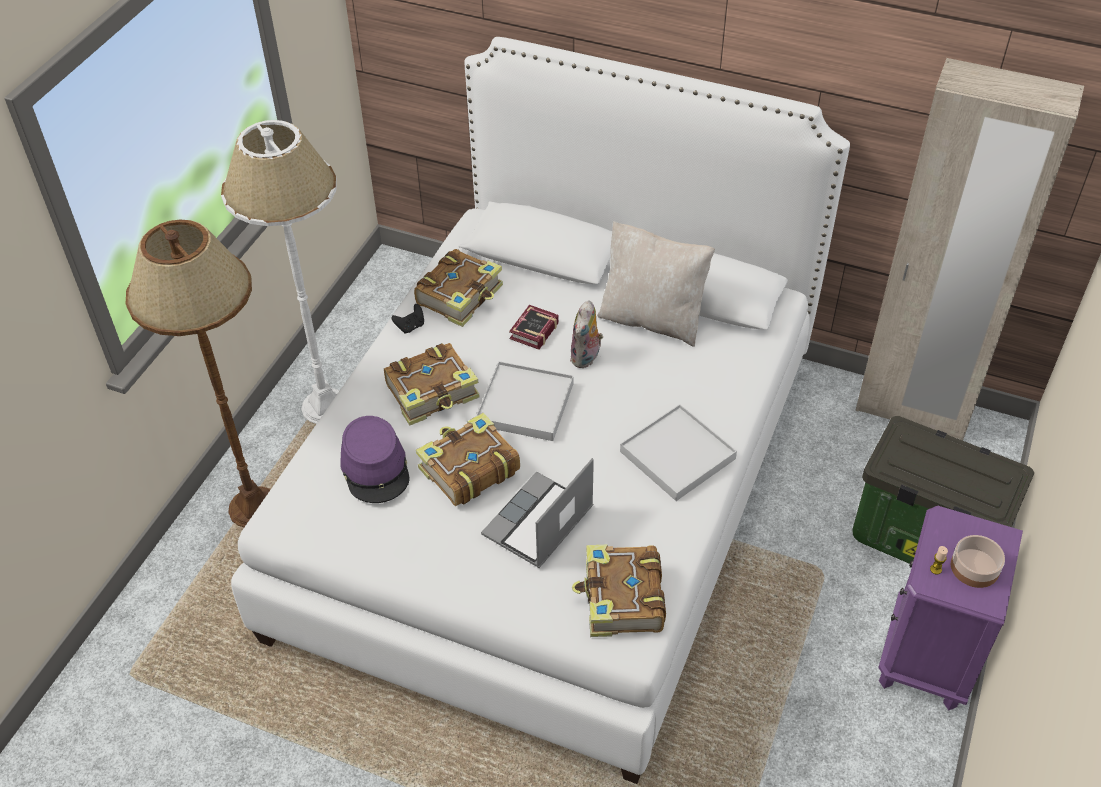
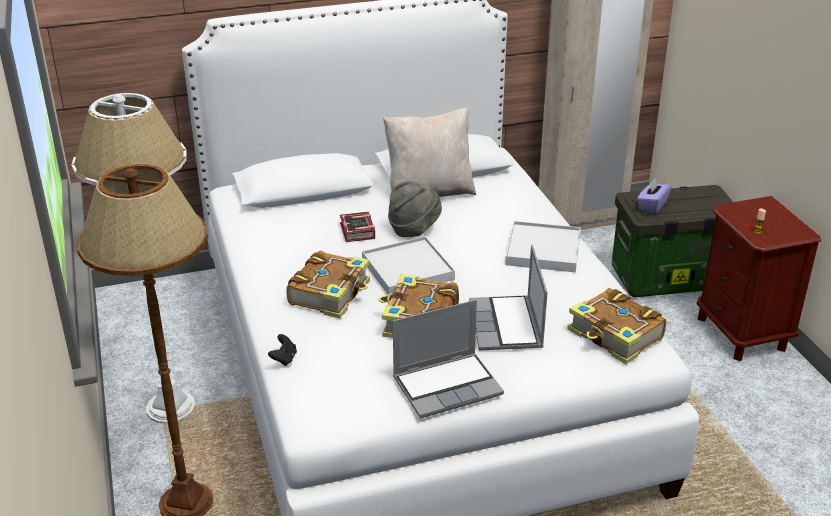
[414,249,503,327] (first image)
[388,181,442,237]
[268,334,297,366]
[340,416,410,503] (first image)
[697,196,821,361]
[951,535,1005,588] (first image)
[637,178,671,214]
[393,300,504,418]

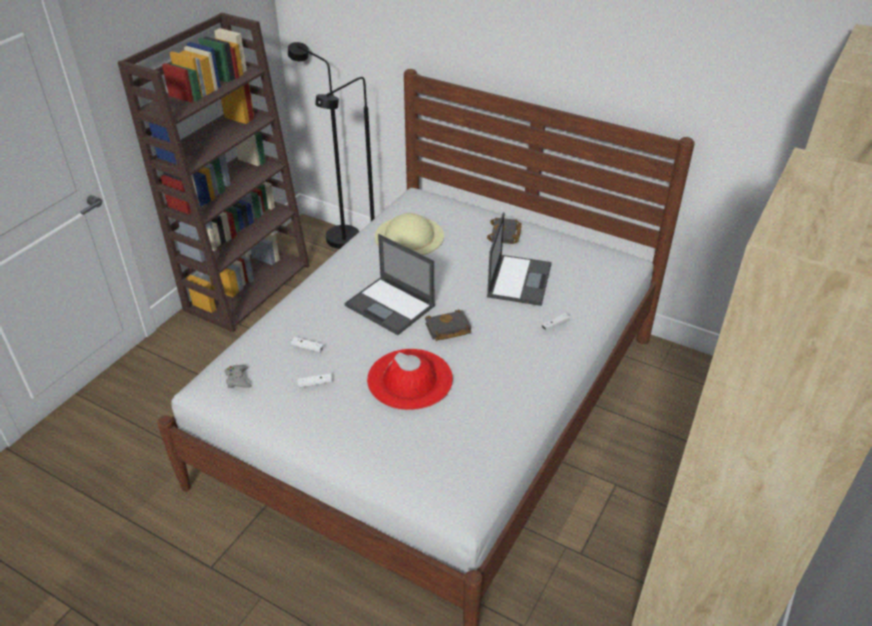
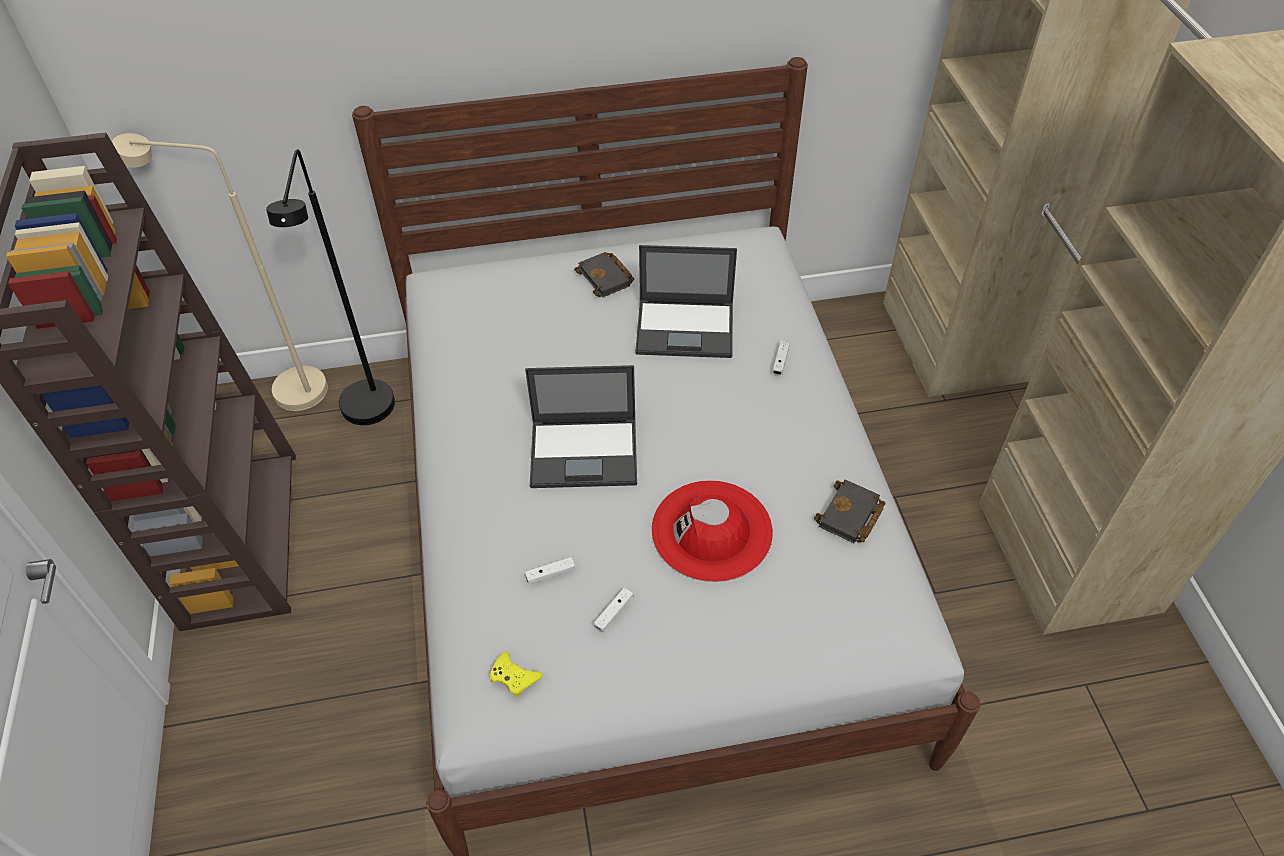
[112,133,328,411]
[635,245,737,358]
[375,213,444,255] (first image)
[814,480,886,543]
[490,652,543,698]

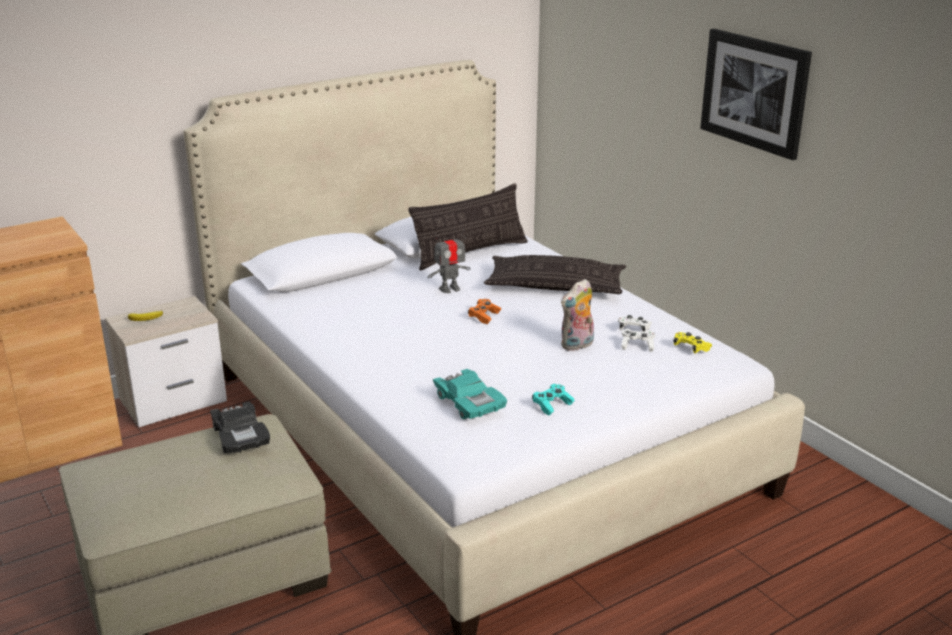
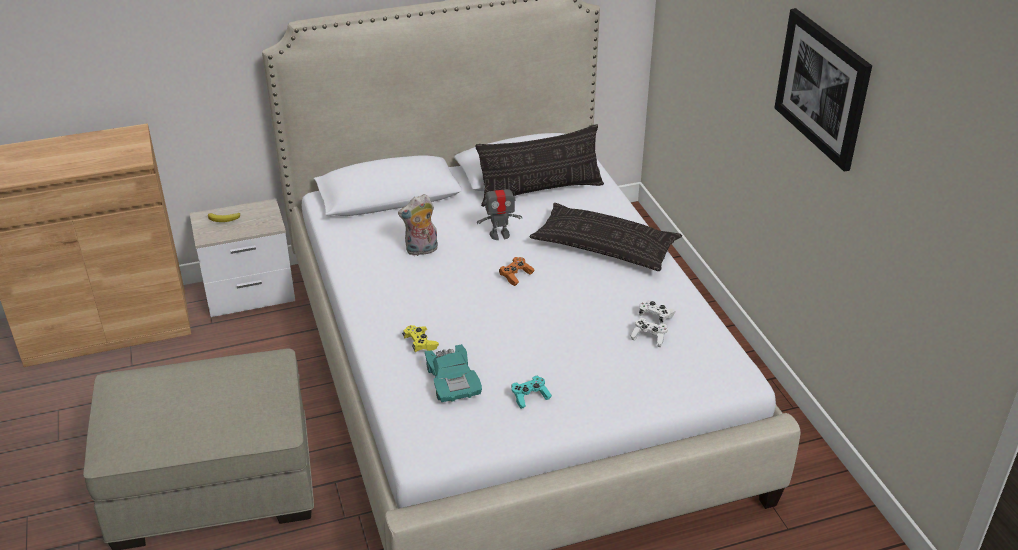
[398,194,438,256]
[402,325,439,352]
[210,402,270,454] (first image)

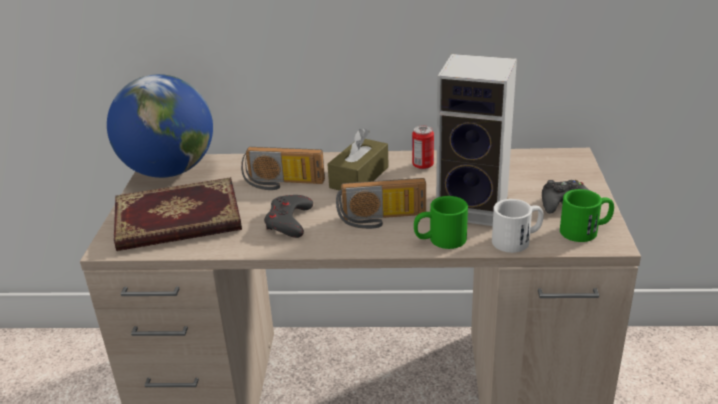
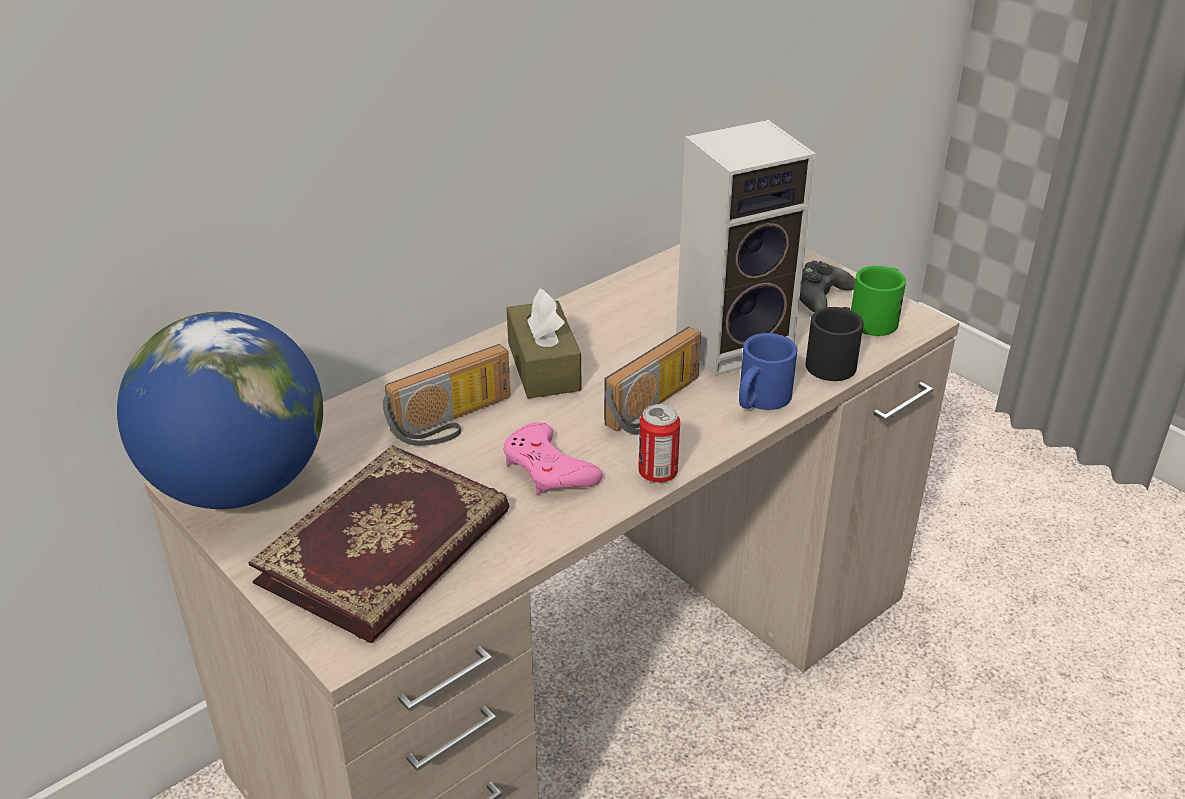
[638,404,680,482]
[503,422,602,494]
[739,333,798,410]
[805,307,864,381]

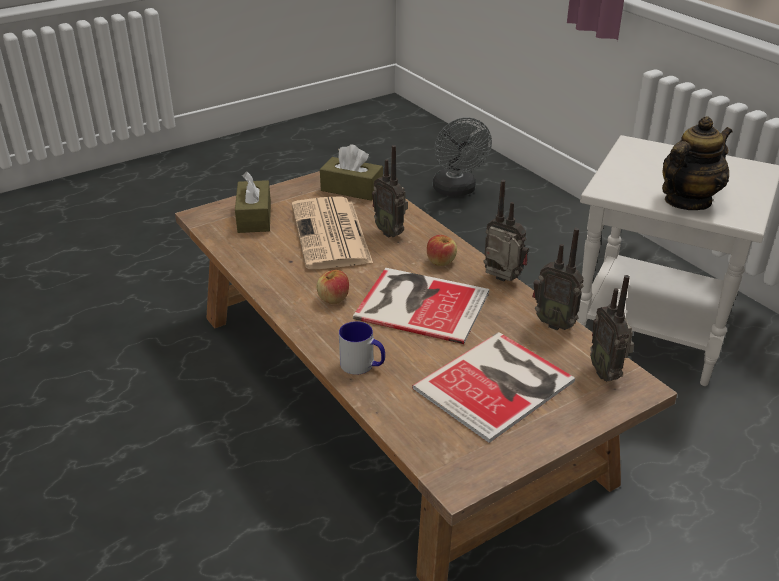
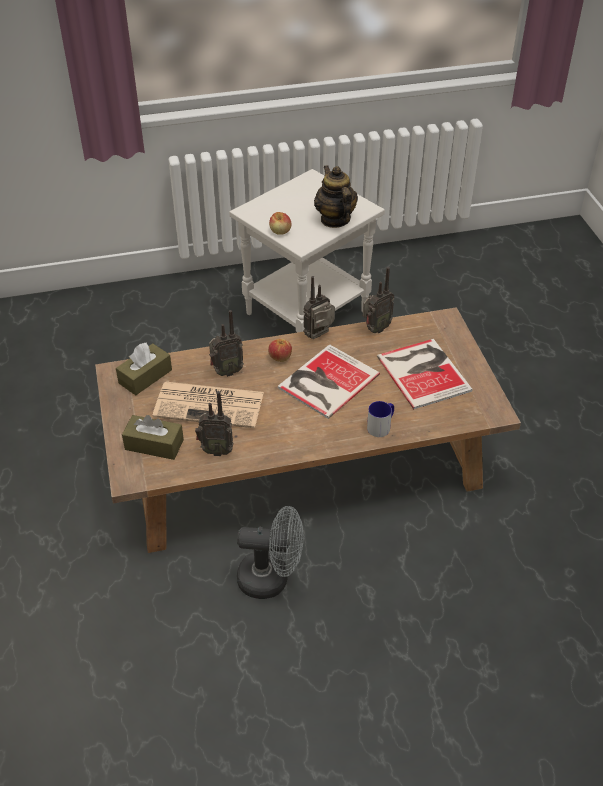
[237,506,304,599]
[269,212,292,235]
[195,391,234,456]

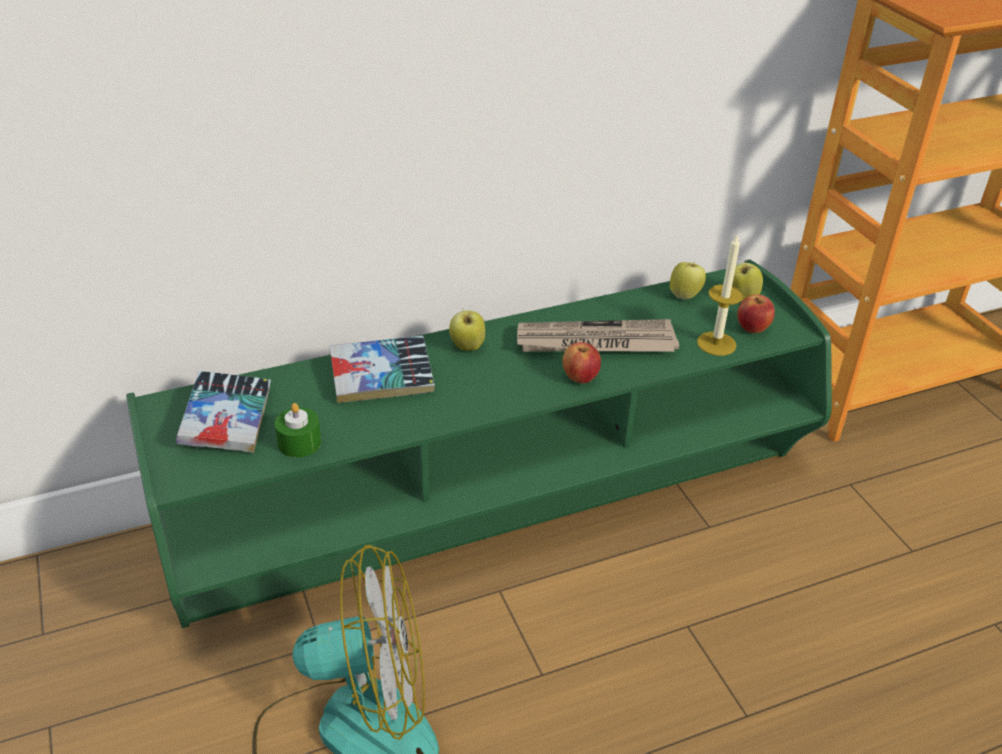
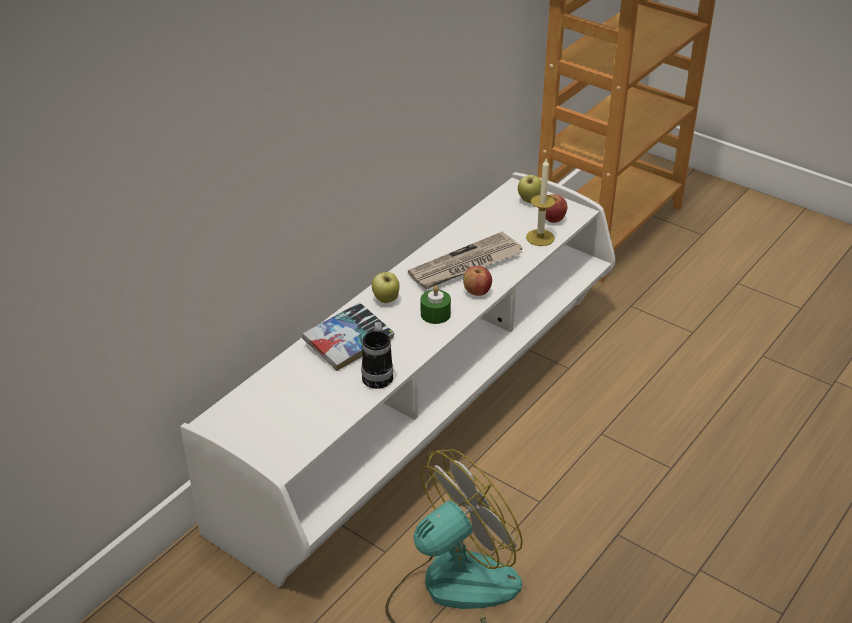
[180,172,615,588]
[670,262,706,300] (first image)
[176,371,271,453] (first image)
[421,285,451,324]
[361,321,393,389]

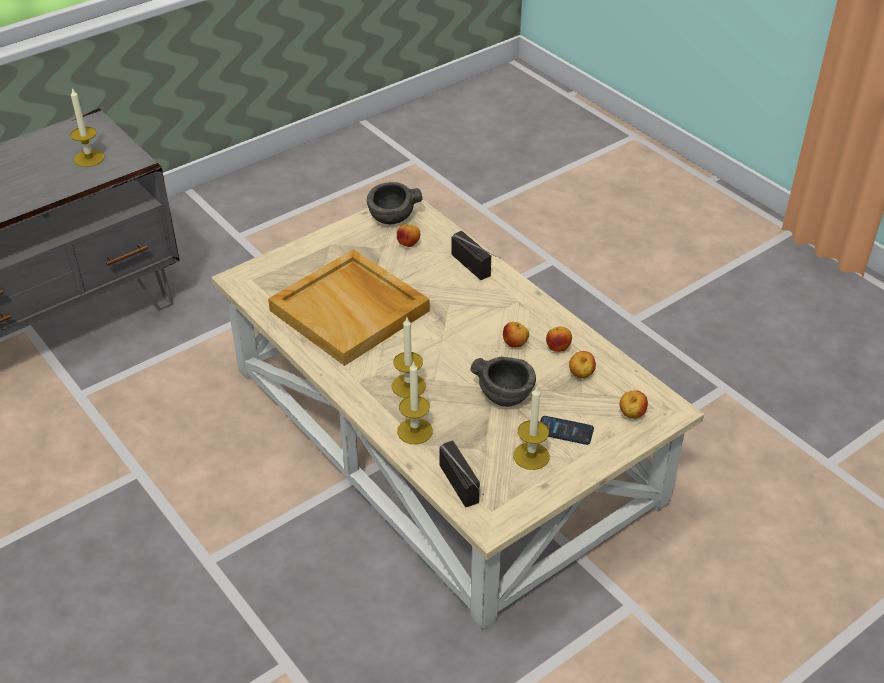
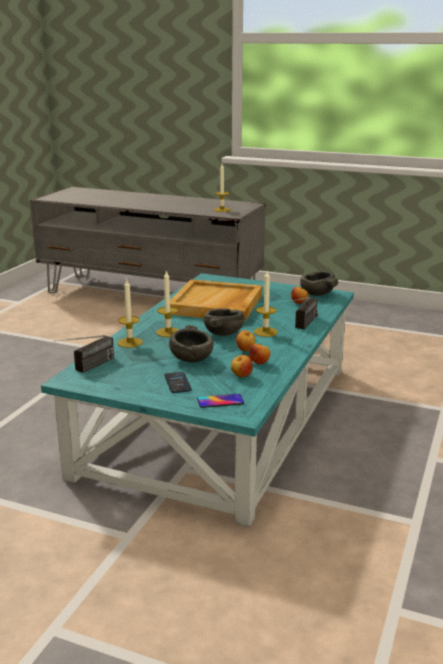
[41,273,354,527]
[254,270,278,337]
[197,394,244,408]
[204,308,245,336]

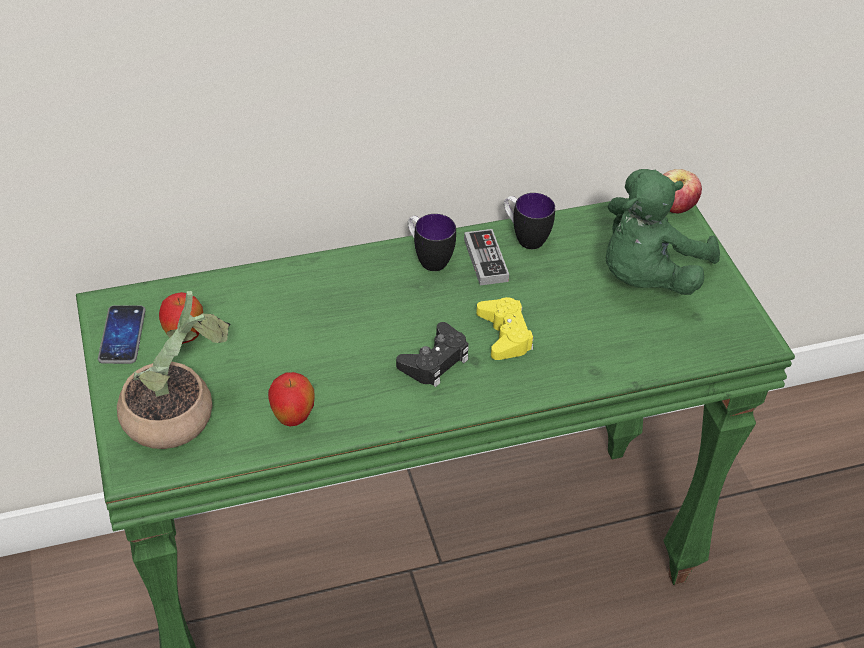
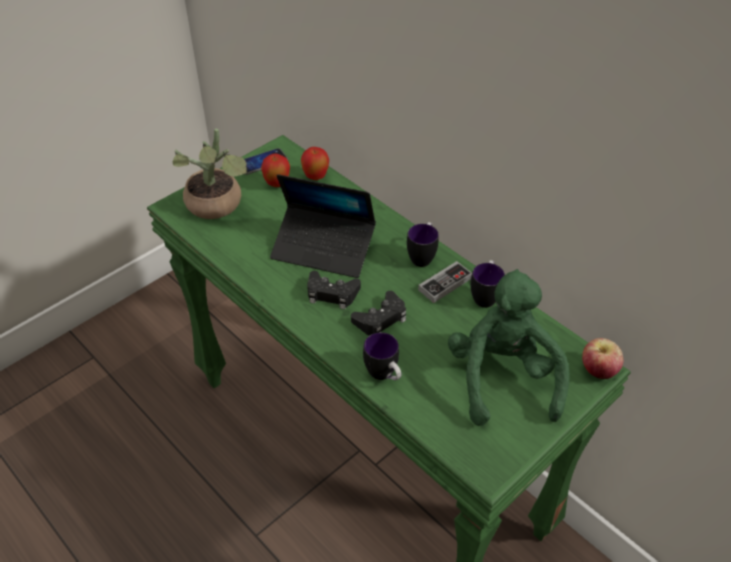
[448,269,570,426]
[351,291,406,336]
[301,147,329,180]
[270,174,376,278]
[363,332,402,380]

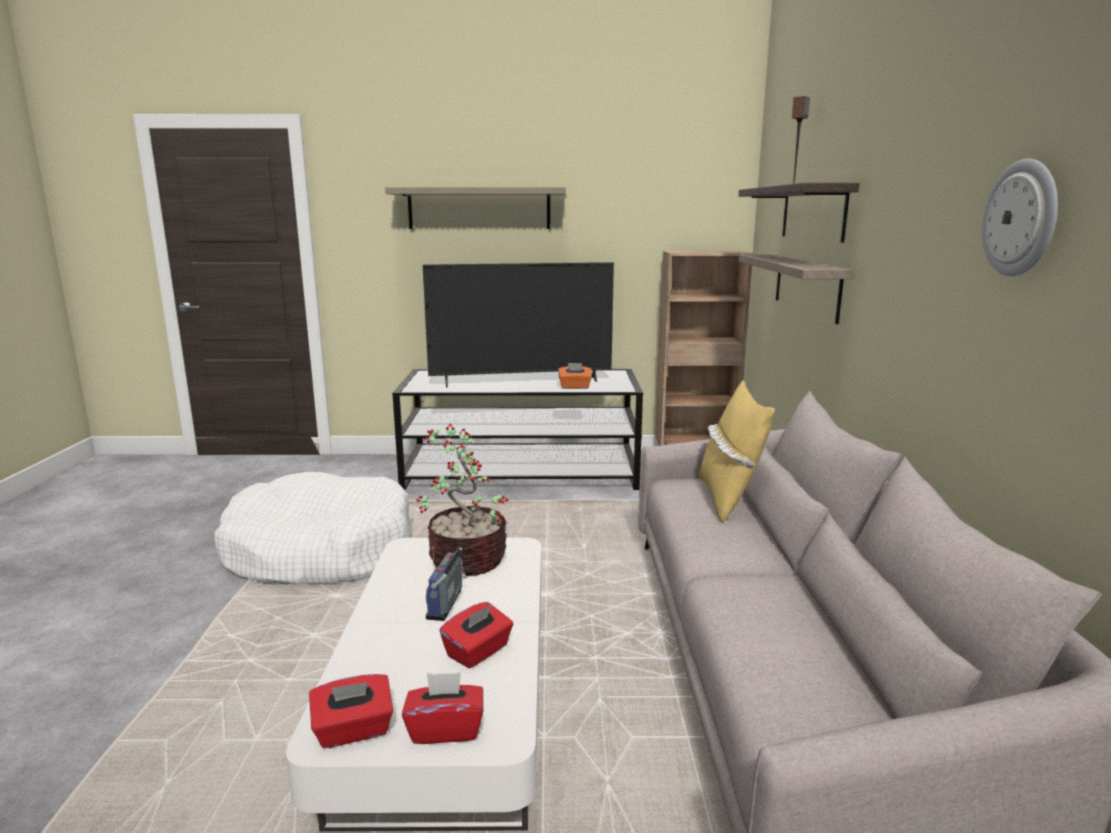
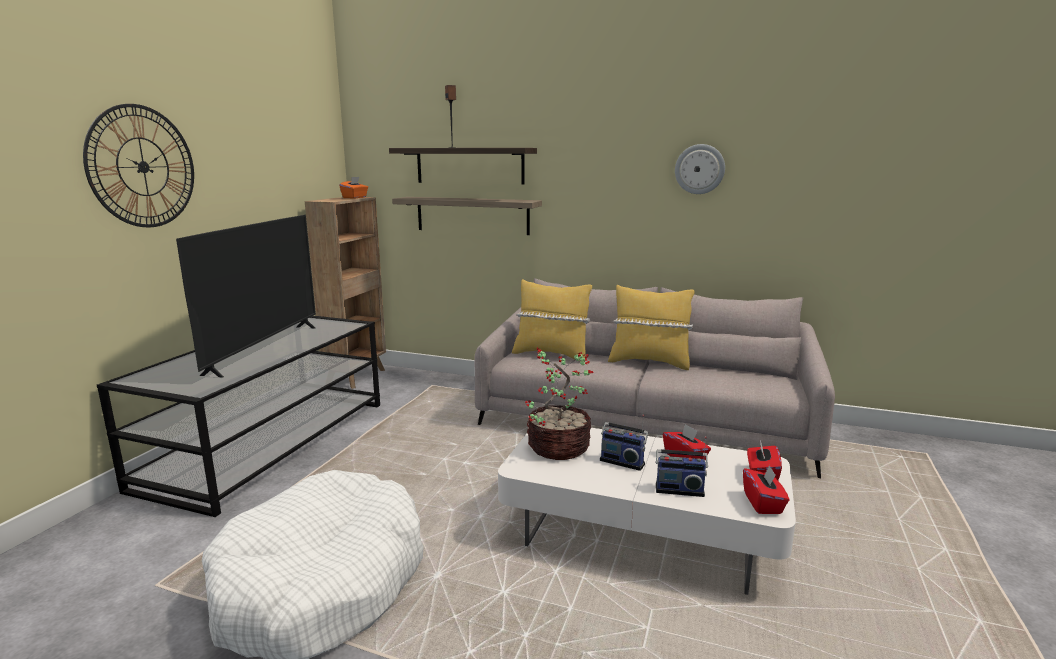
[83,104,194,227]
[339,177,368,199]
[608,285,695,370]
[656,436,708,497]

